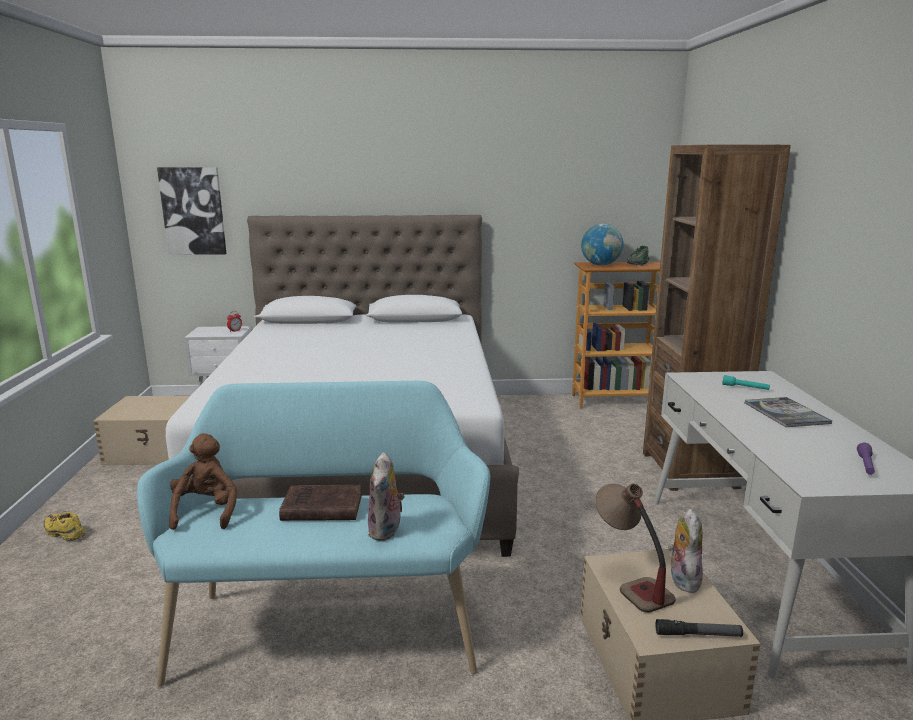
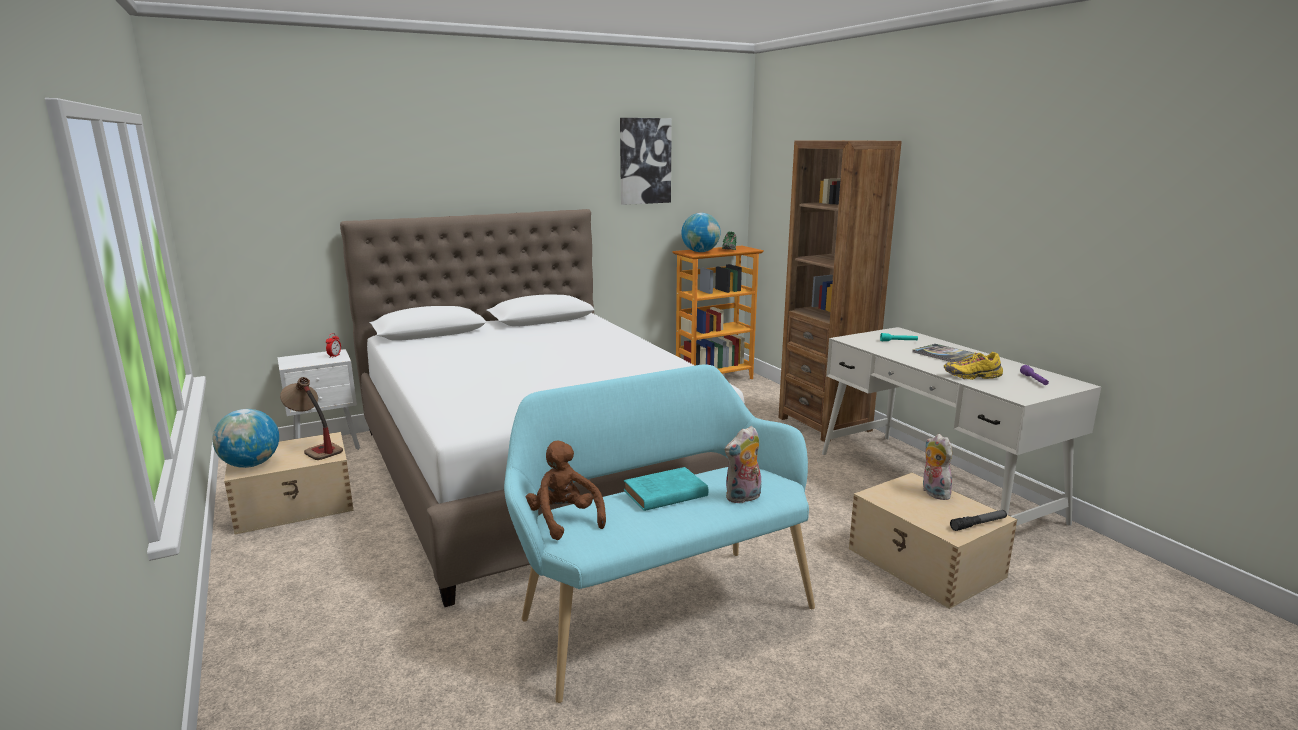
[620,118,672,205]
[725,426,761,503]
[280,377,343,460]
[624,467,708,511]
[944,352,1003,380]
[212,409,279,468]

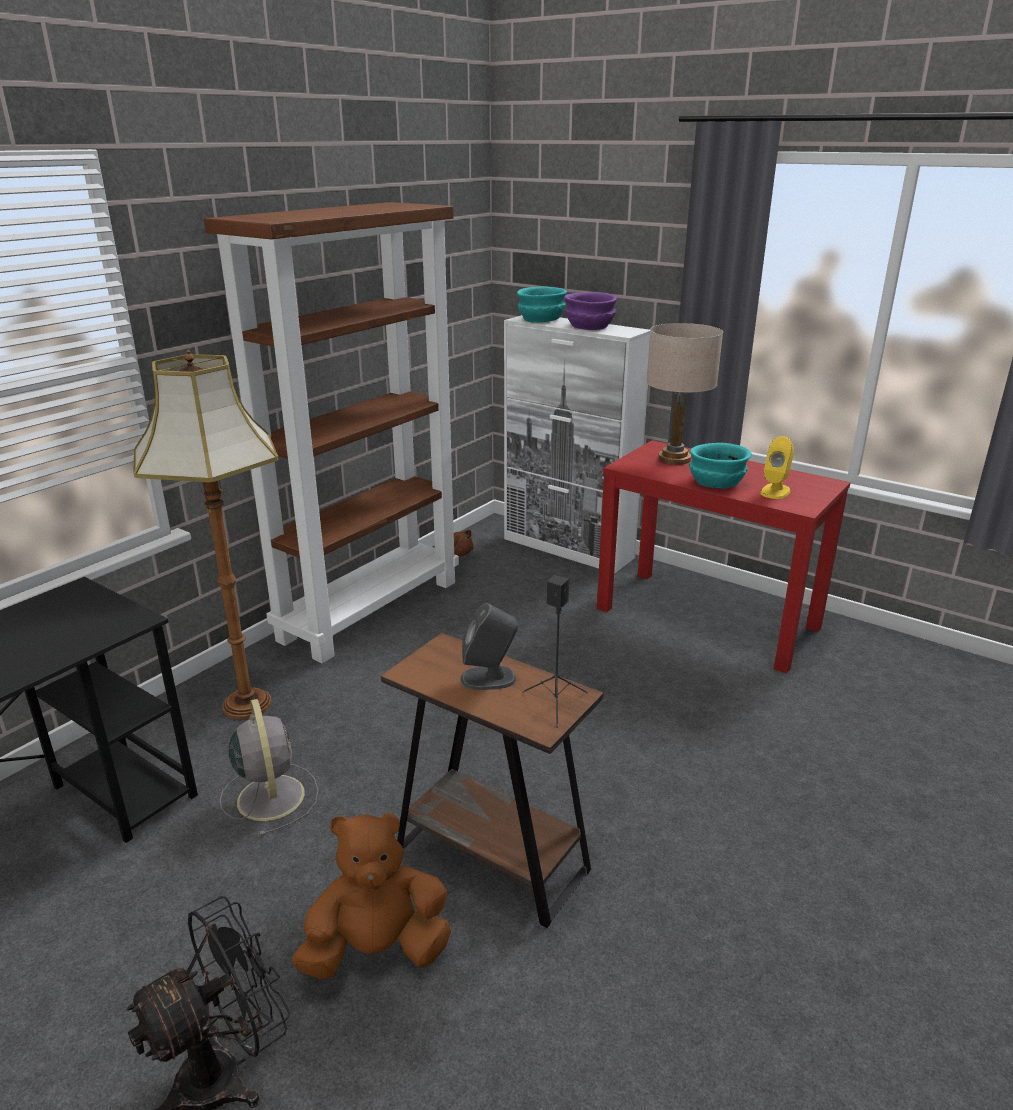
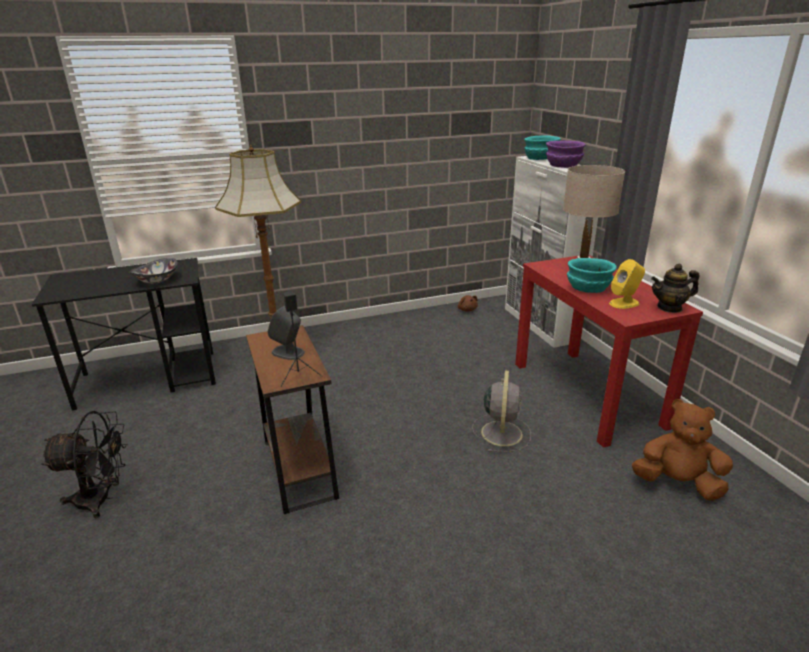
[204,202,459,663] (first image)
[472,371,531,452]
[632,399,733,501]
[130,258,178,284]
[651,264,700,313]

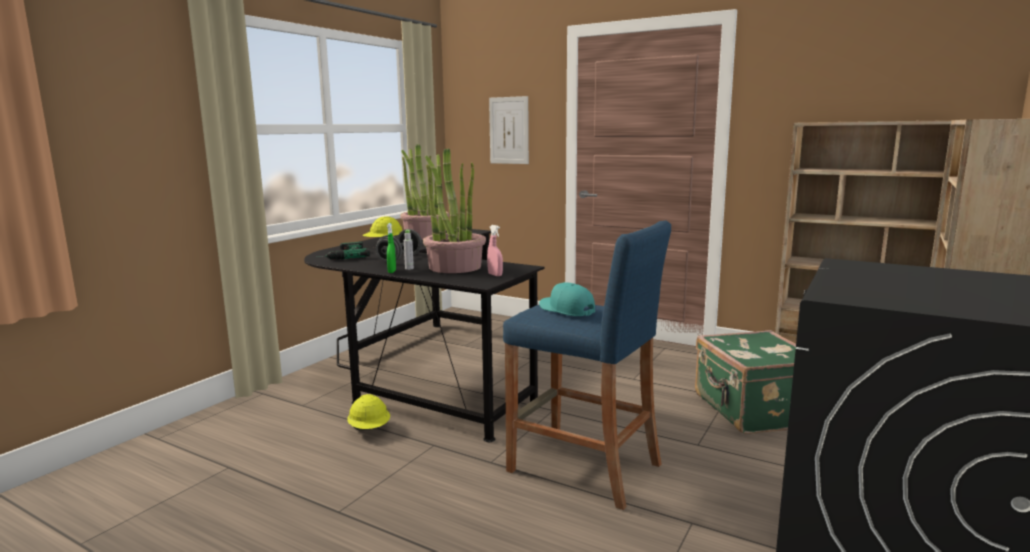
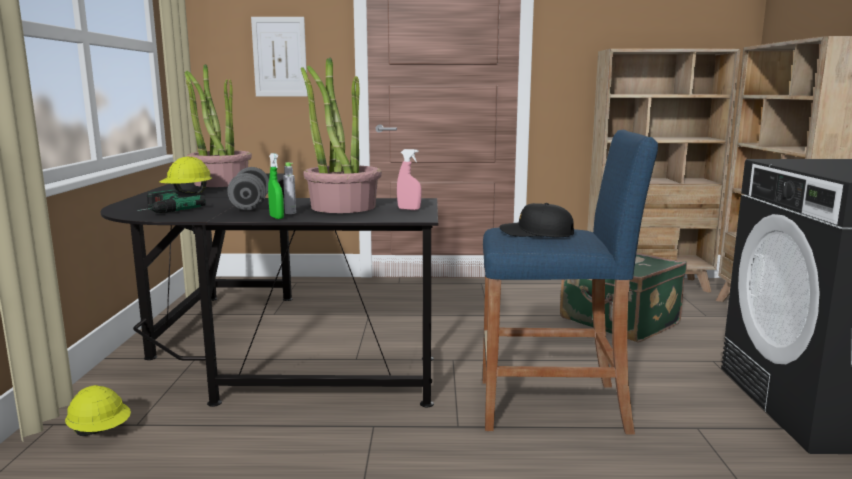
[500,203,574,237]
[65,385,131,436]

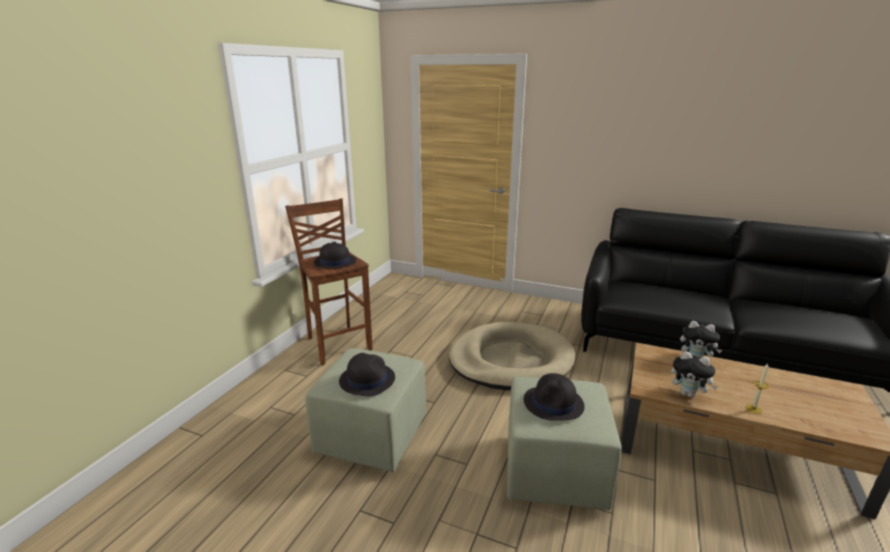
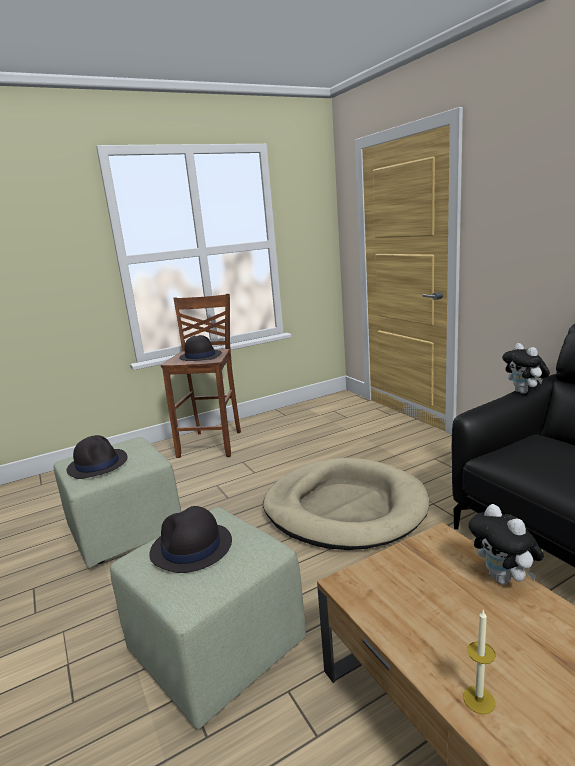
[502,343,550,394]

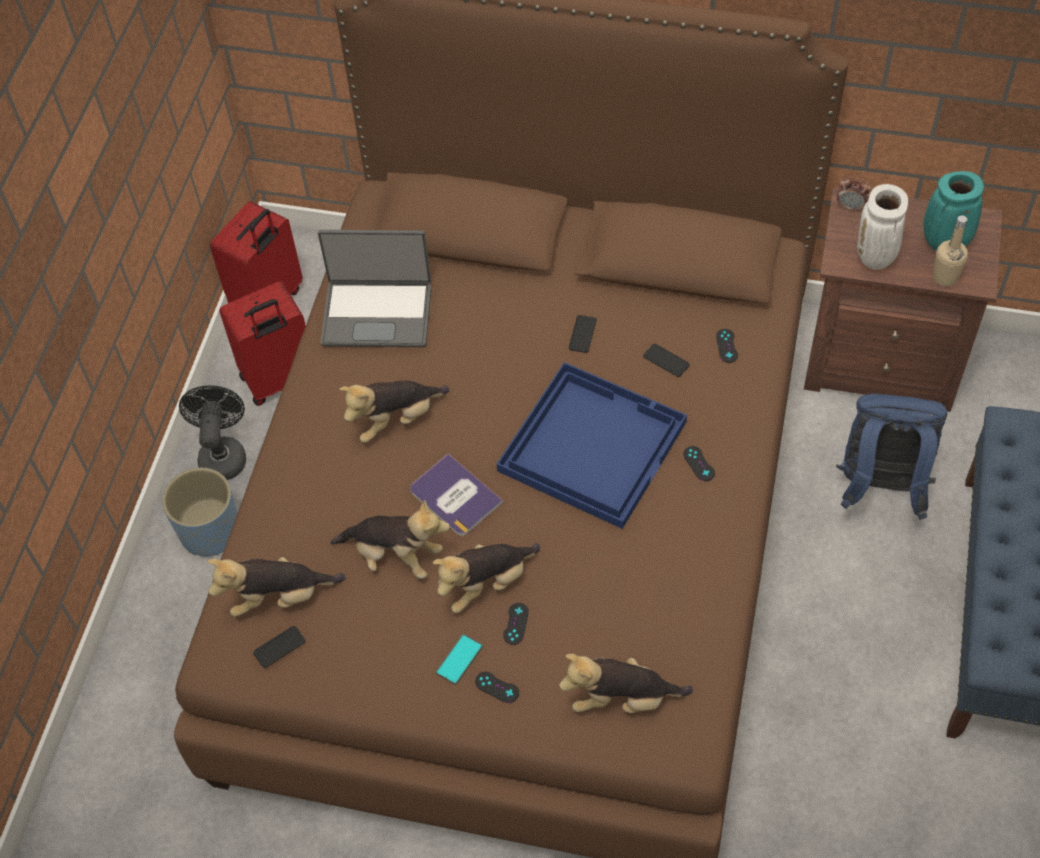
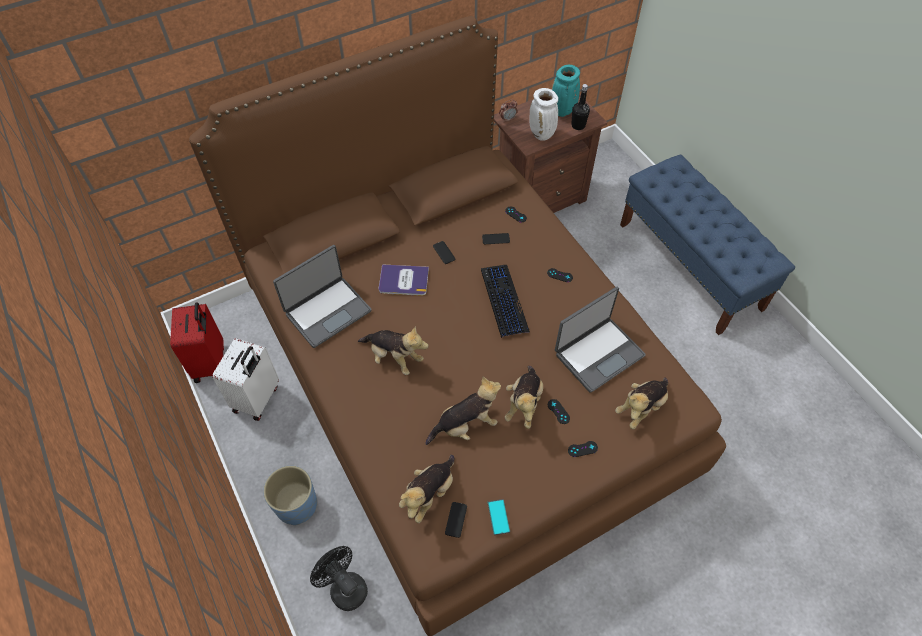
[571,84,590,130]
[212,338,279,421]
[481,265,530,338]
[358,326,429,375]
[310,546,368,611]
[836,394,947,520] (first image)
[379,264,429,296]
[488,499,510,535]
[555,287,646,392]

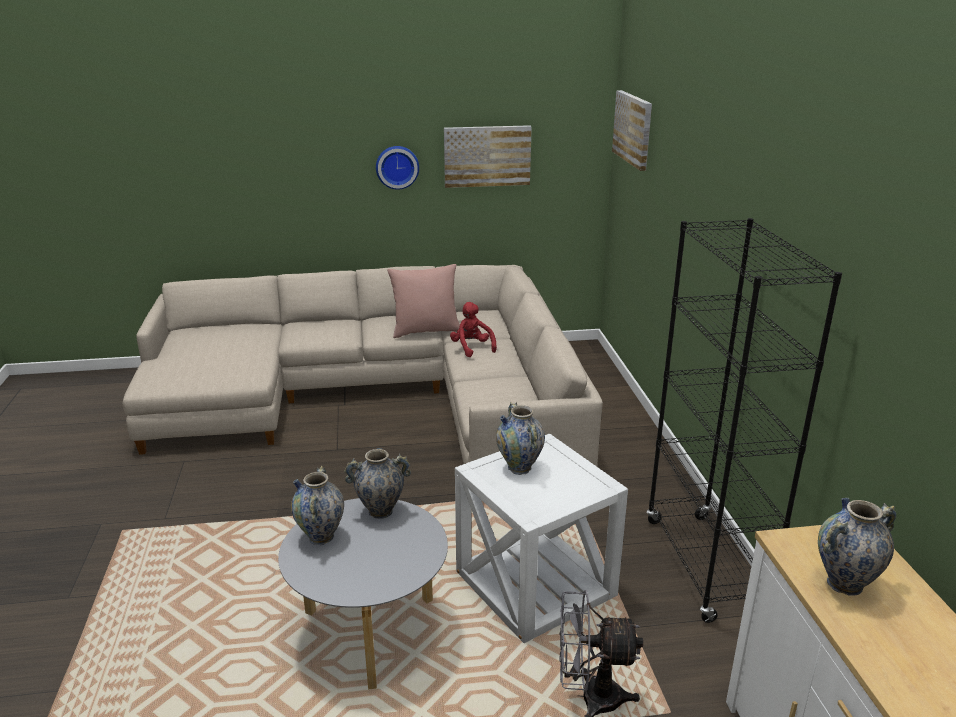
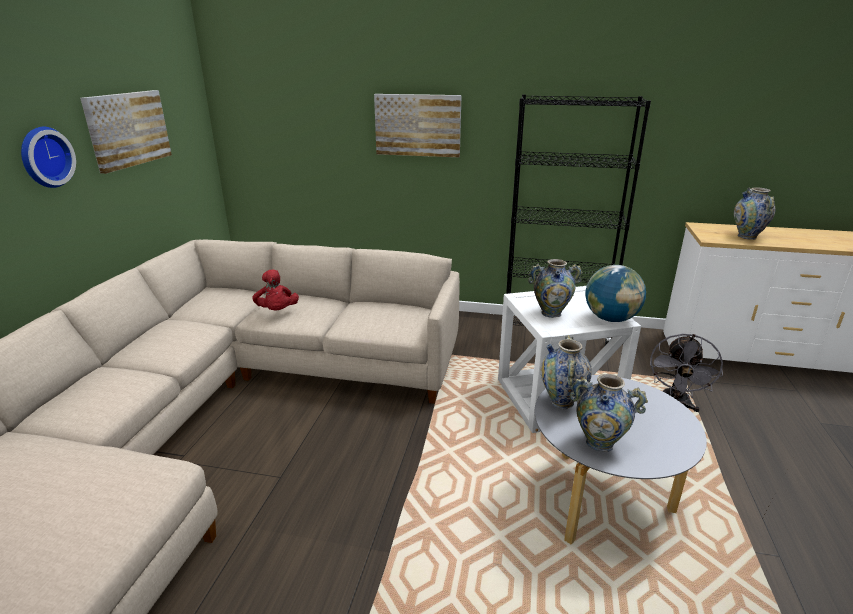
[374,94,462,157]
[387,264,460,338] (first image)
[252,270,299,311]
[585,265,646,322]

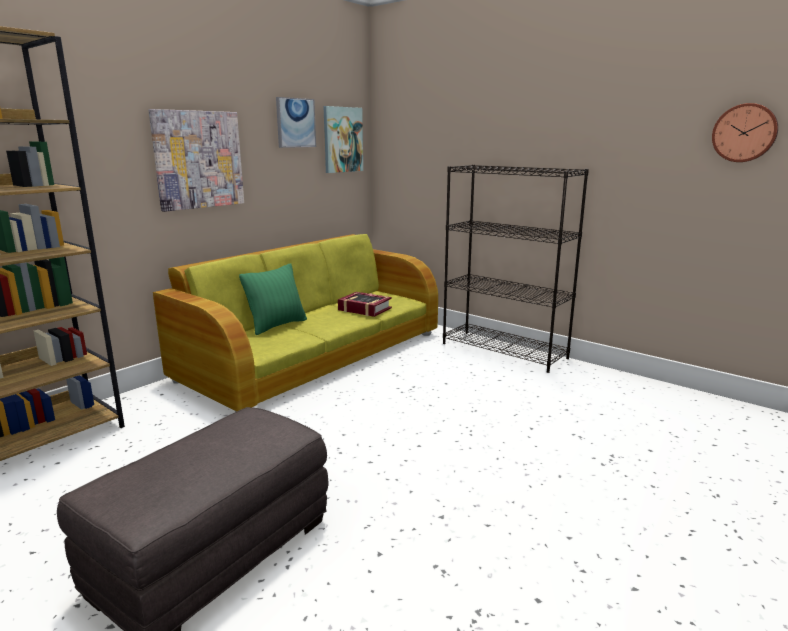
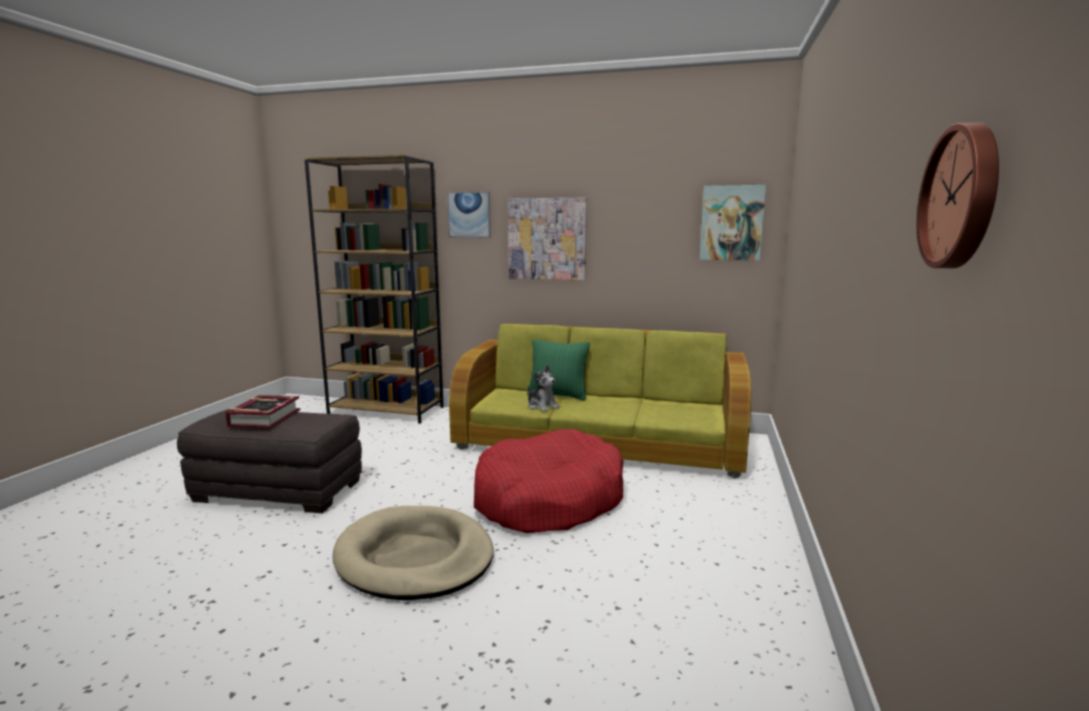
[447,192,491,238]
[443,165,589,373] (first image)
[225,395,301,428]
[528,365,559,412]
[474,429,623,533]
[332,506,494,601]

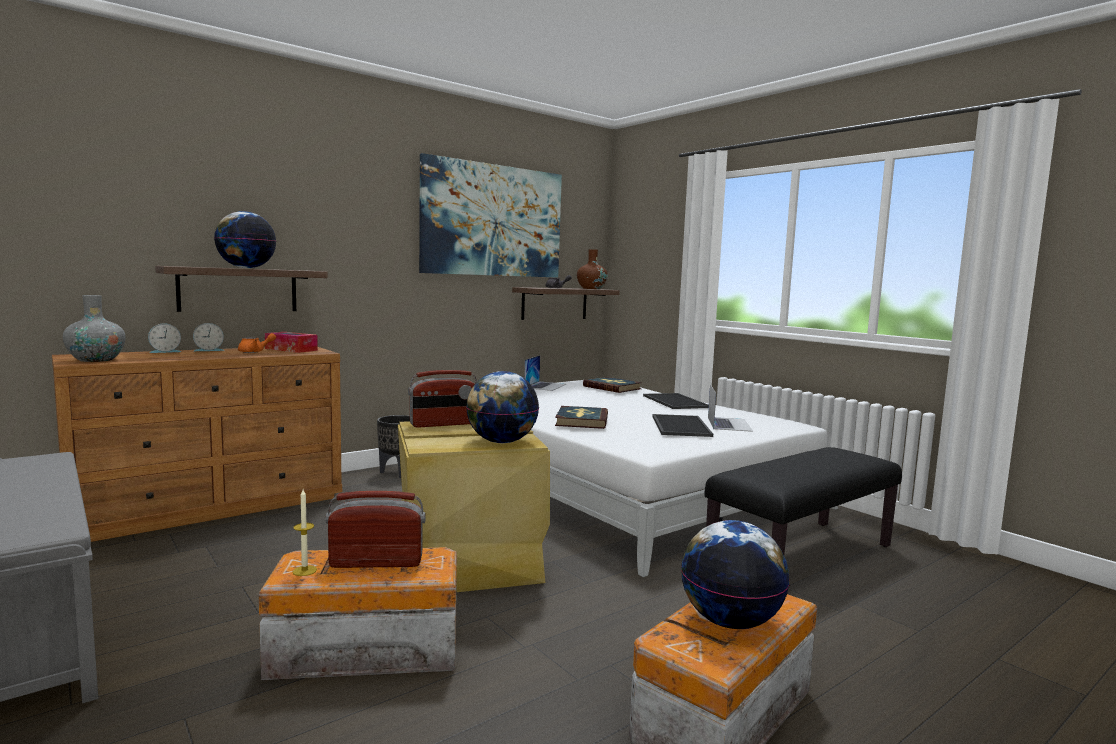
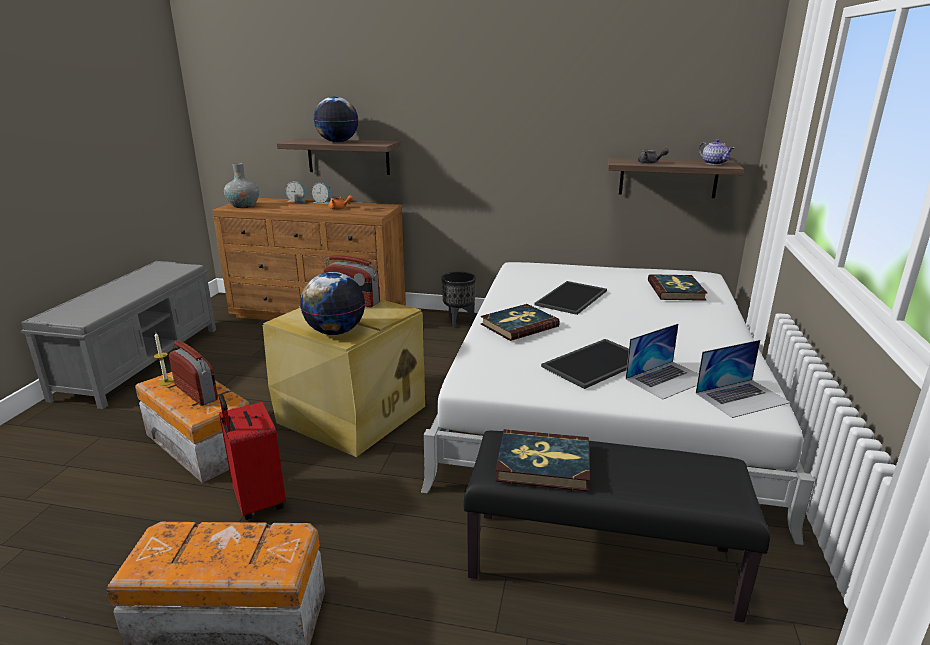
[419,153,562,278] (first image)
[698,139,735,165]
[265,332,318,353] (first image)
[695,340,791,418]
[535,281,607,315]
[681,520,790,629] (first image)
[219,394,286,520]
[495,429,590,491]

